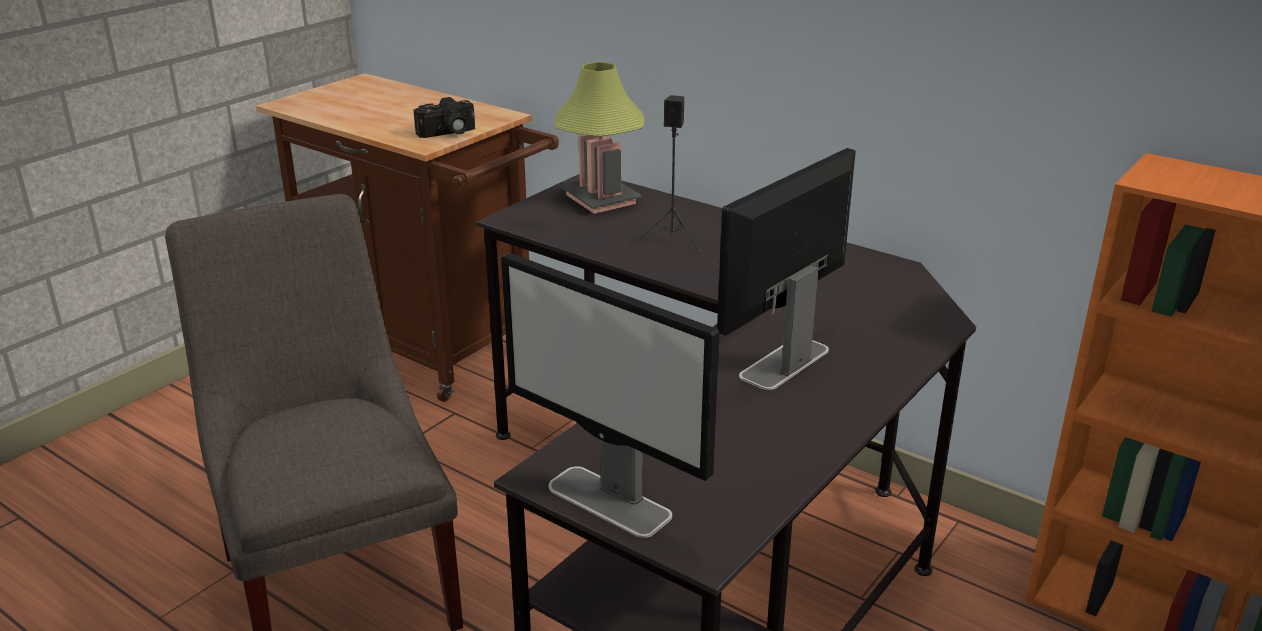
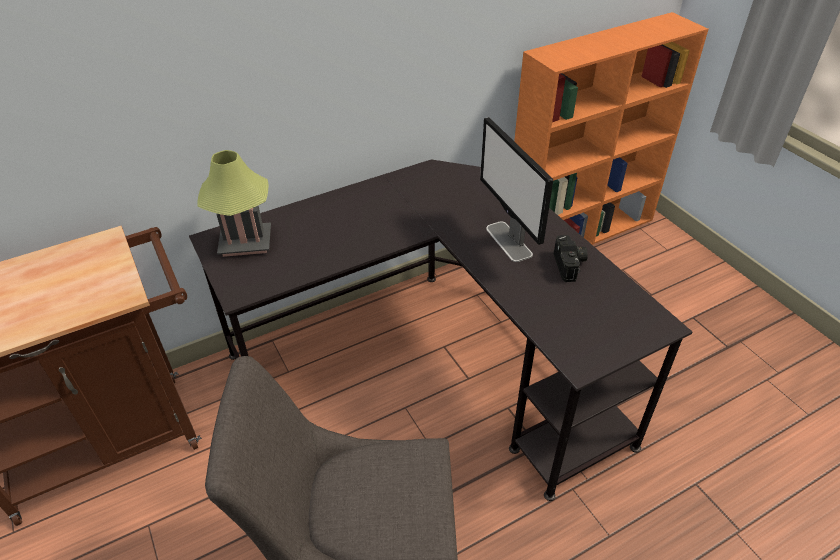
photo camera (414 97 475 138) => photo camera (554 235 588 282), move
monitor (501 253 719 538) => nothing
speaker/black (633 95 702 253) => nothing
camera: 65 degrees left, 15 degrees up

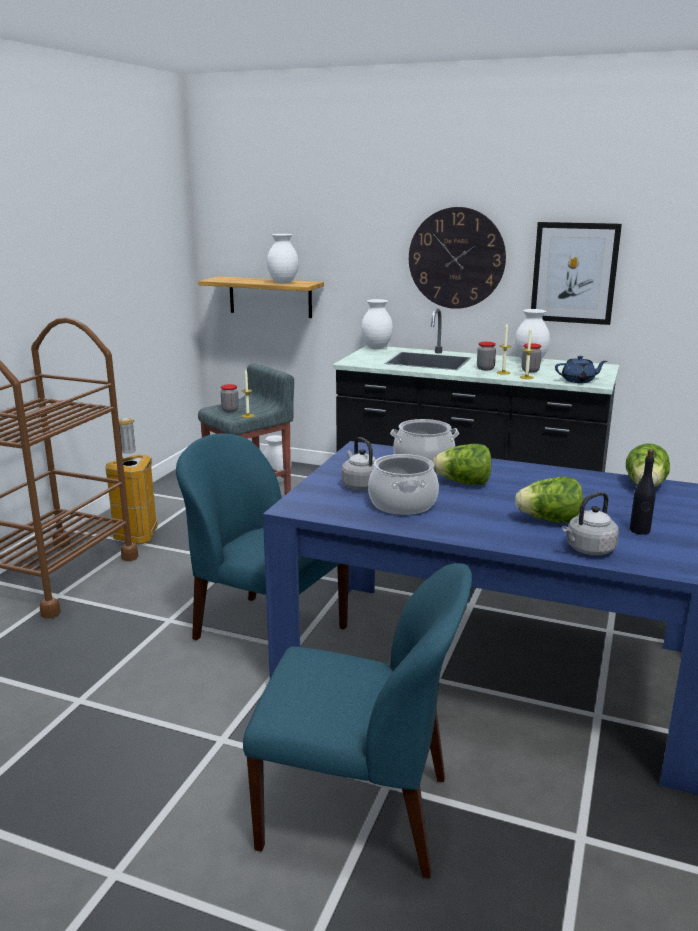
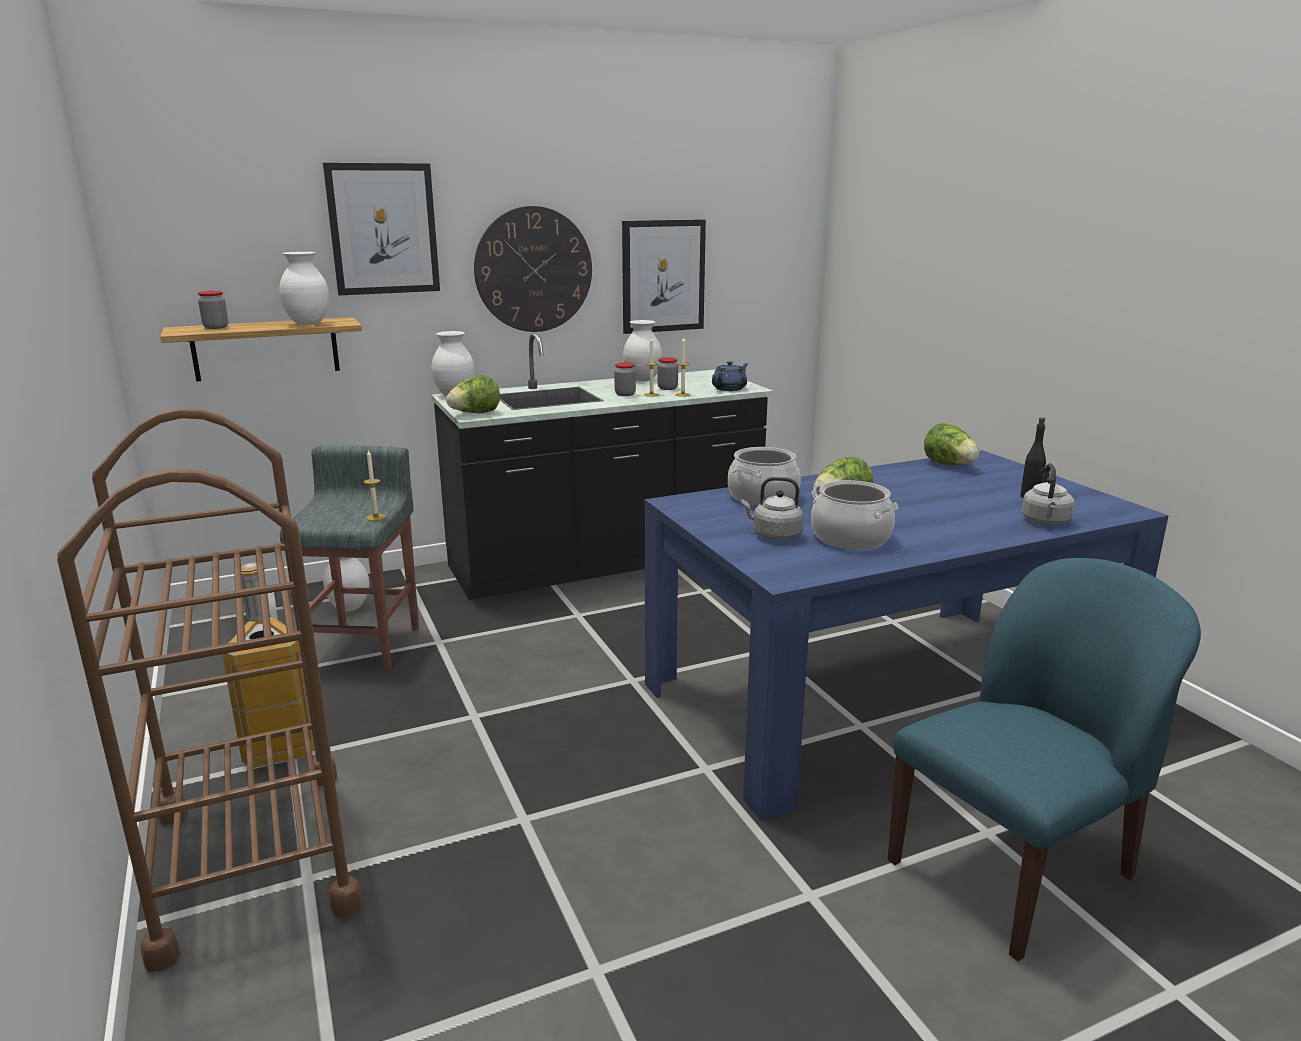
jar (221 384 239 412) => jar (198 291 228 329), move
nothing => picture (323 163 440 296)
lettuce (515 477 583 523) => lettuce (446 375 500 413), move
chair/blue (176 433 349 640) => nothing
camera: 45 degrees left, 0 degrees up

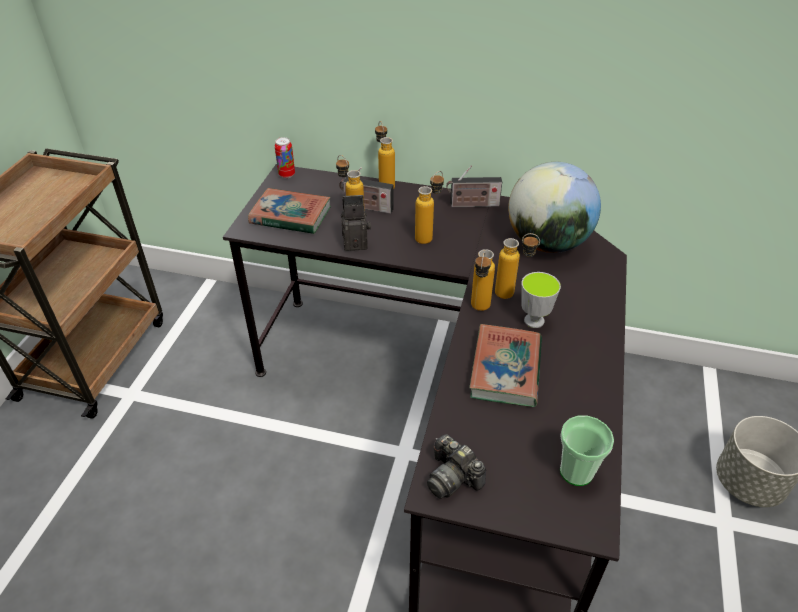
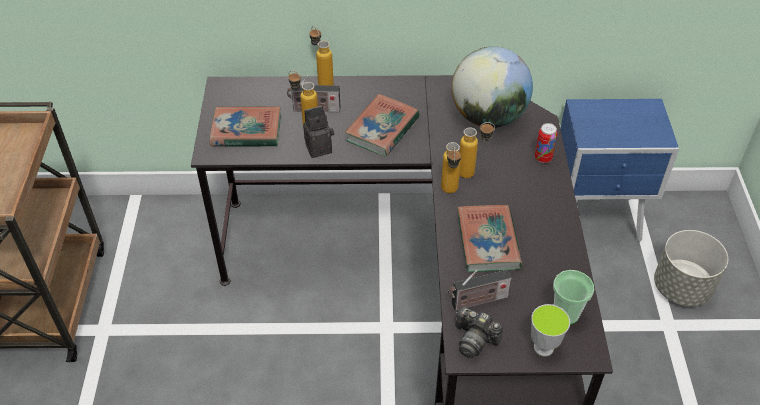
bottle (415 171 444 244) => book (344 94 420 157)
radio (446 166 502 207) => radio (448 270 512 311), move
cup (521 272 561 328) => cup (531 304 570 357), move
can (275 137 295 178) => can (535 123 557 163), move
nothing => nightstand/blue (560 99 679 242)
camera: 15 degrees left, 5 degrees up

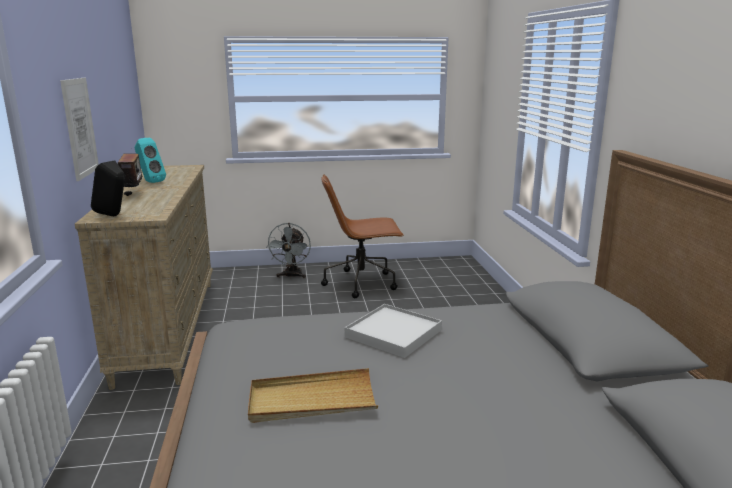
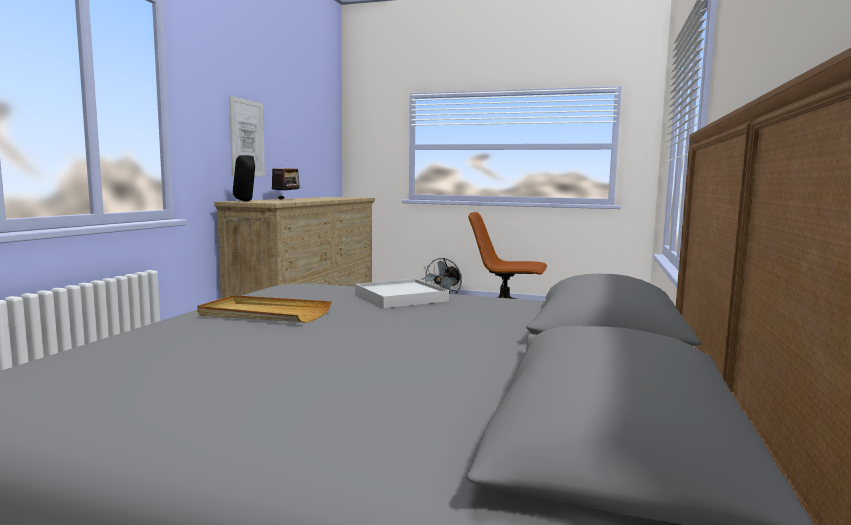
speaker/turquoise (134 138 166 183) => nothing
camera: 25 degrees right, 10 degrees down

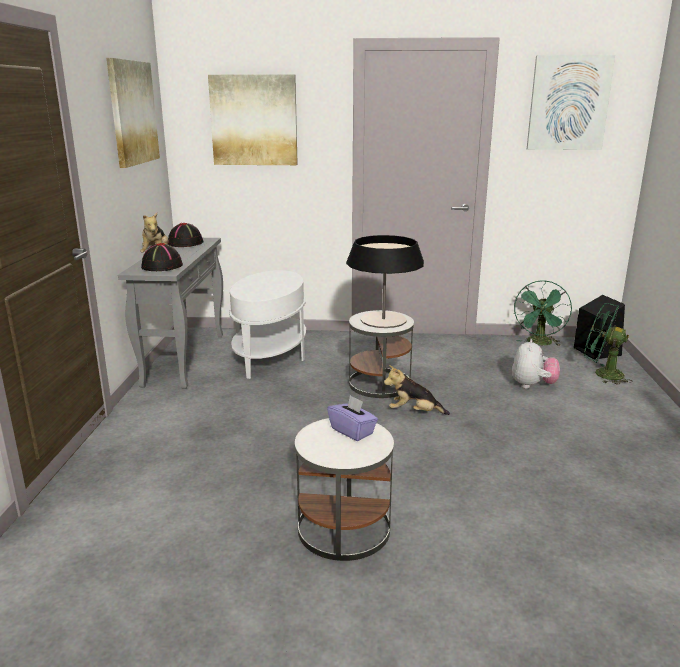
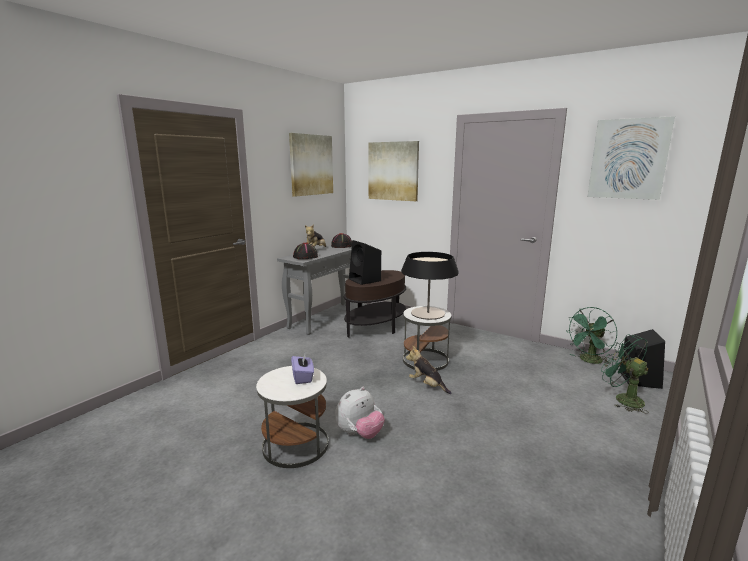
plush toy (512 339 560 389) => plush toy (335 387 385 439), move
side table/white (229 270 306 379) => side table/brown (344 270 406 337)
nothing => speaker/black (349 240 381 285)
camera: 30 degrees right, 5 degrees down

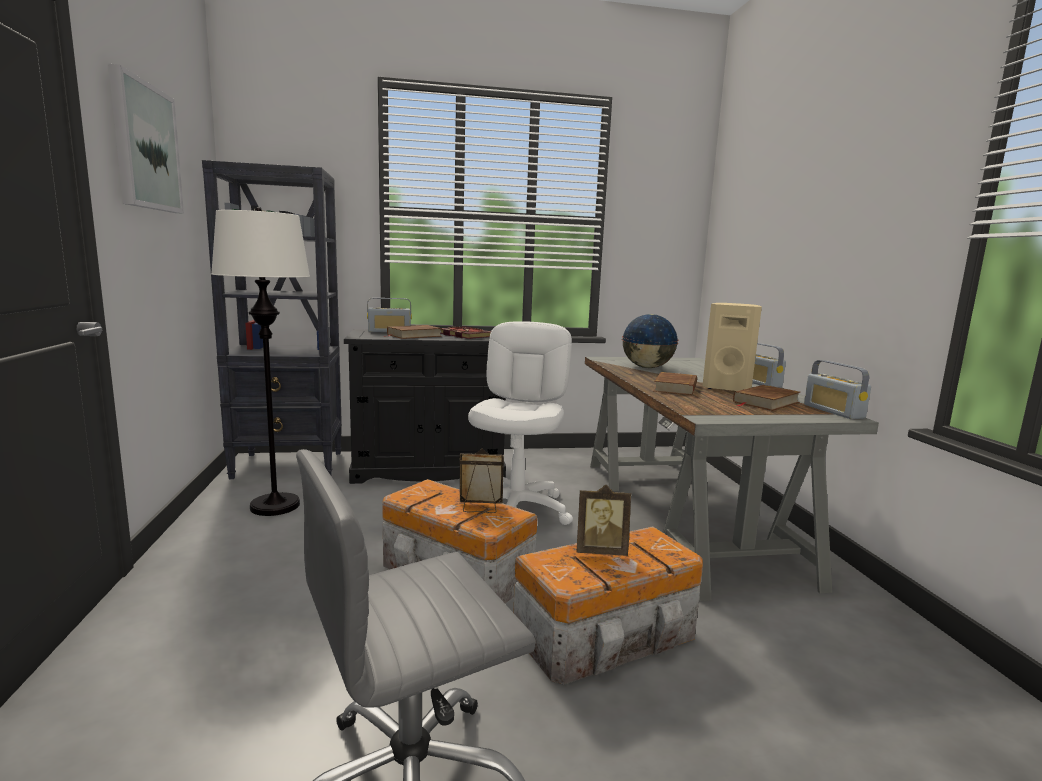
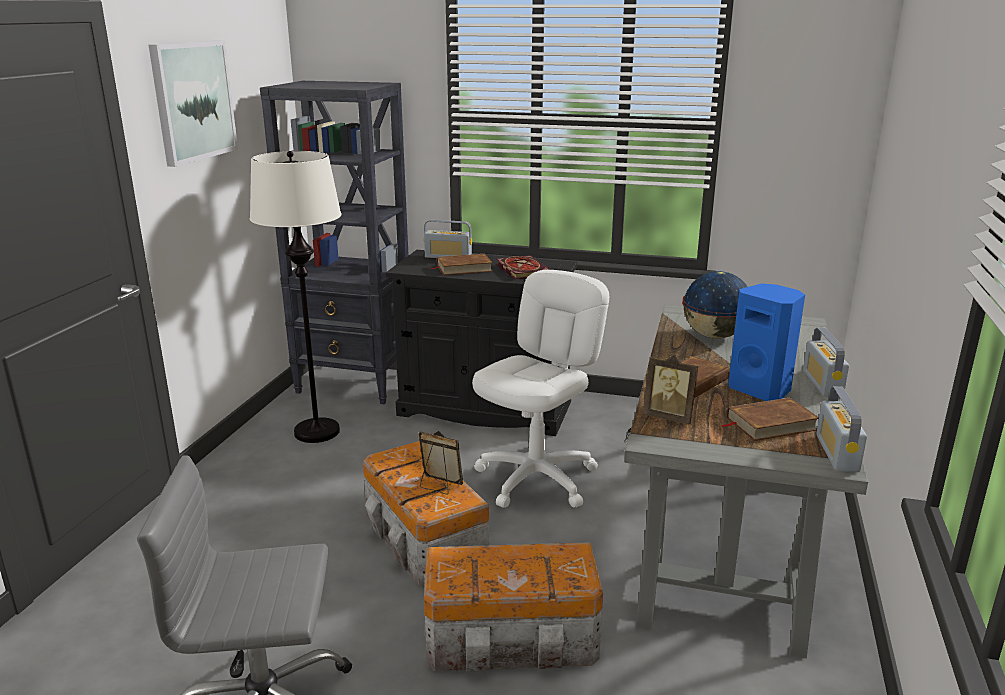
picture frame (577 485 632 556) => picture frame (643 355 698 425), move
speaker/beige (702 303 762 391) => speaker/blue (728 284 805 401)
camera: 25 degrees right, 10 degrees up

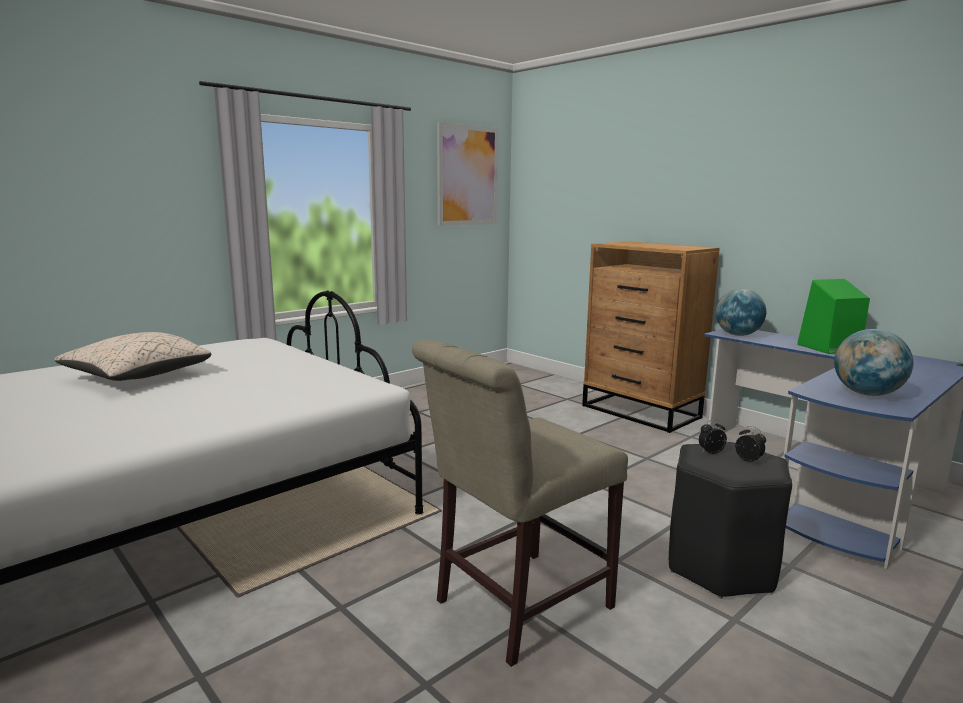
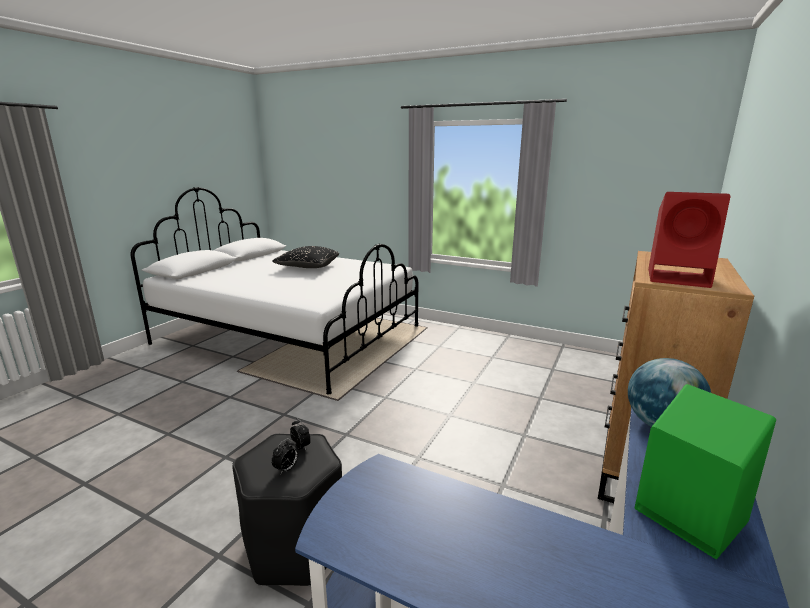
pillow/beige (54 332 211 381) => pillow/black (272 246 339 268)
nothing => speaker/red (648 192 731 288)
chair/beige (412 340 628 667) => nothing
picture (437 122 498 226) => nothing
globe (834 329 913 396) => nothing
camera: 70 degrees right, 5 degrees up

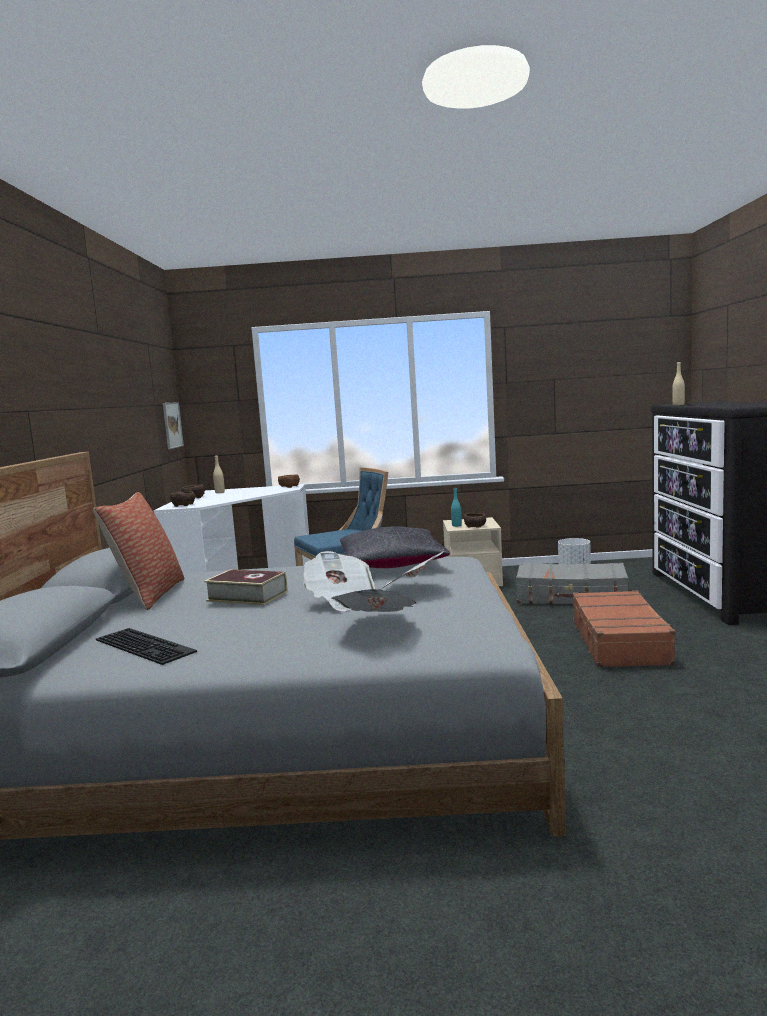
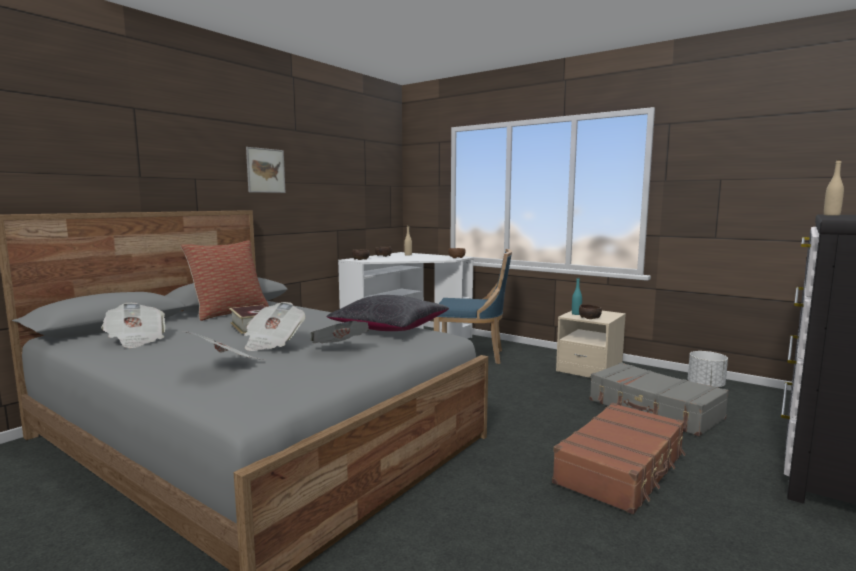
keyboard (96 628 197 665) => newspaper (101 303 165 348)
picture (163 402 184 450) => picture (246 147 286 193), move
camera: 35 degrees right, 0 degrees up

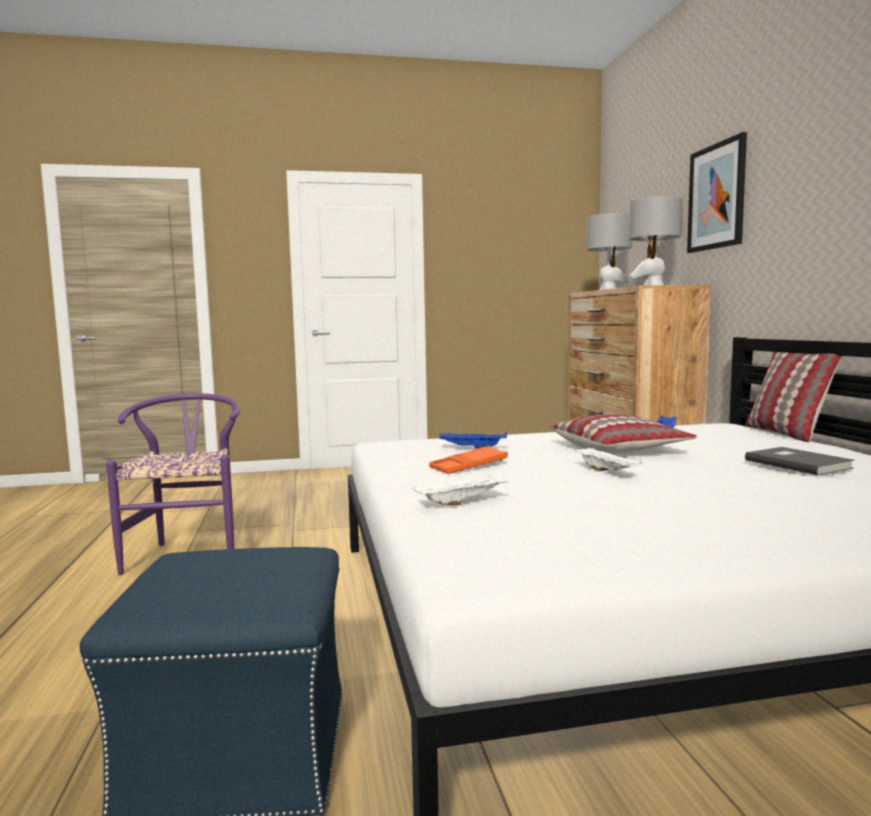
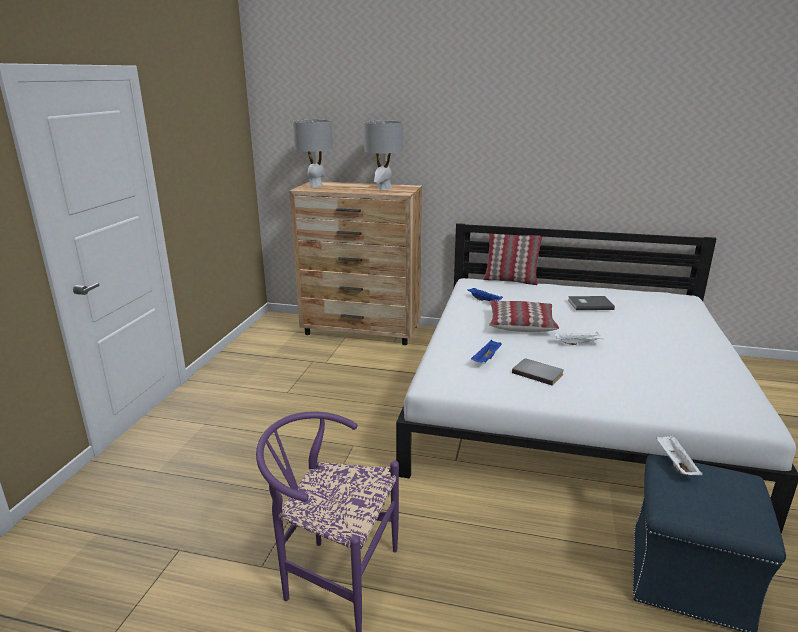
tray/orange (429 446 508 474) => book/grey (512 359 564 386)
tray/white (413 473 509 505) => tray/white (656 435 702 475), move
picture (687 132 747 253) => nothing
camera: 65 degrees left, 15 degrees up

